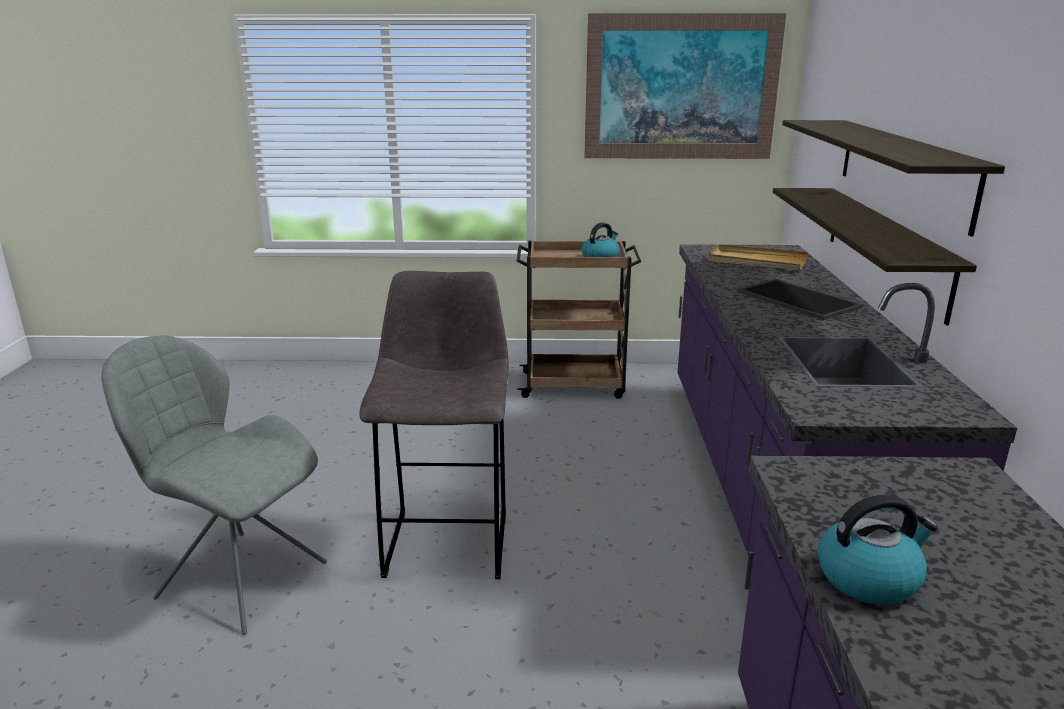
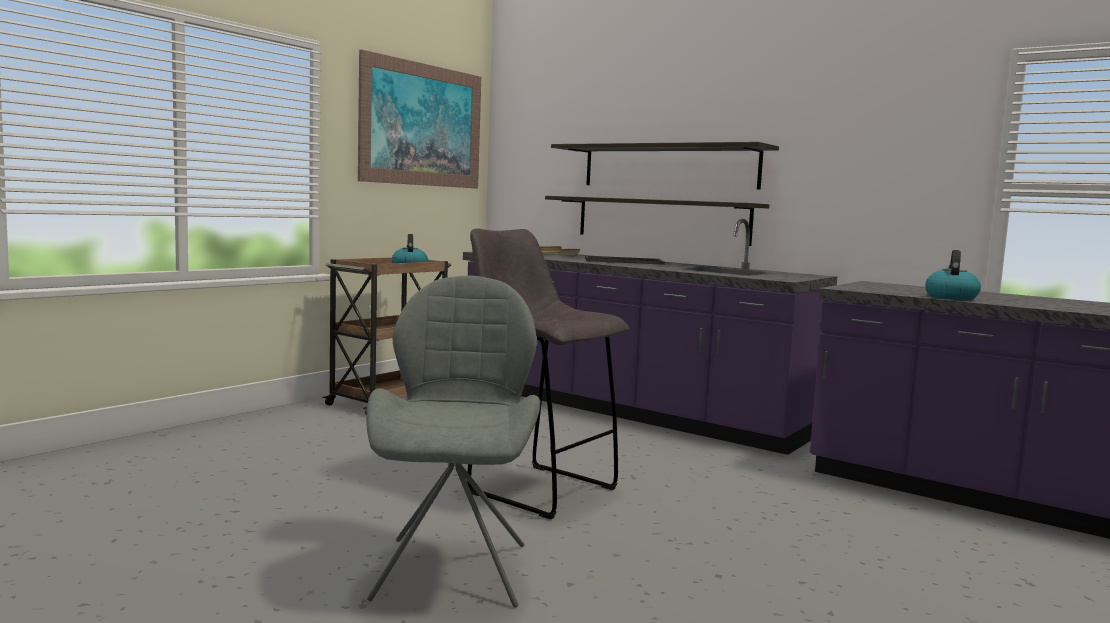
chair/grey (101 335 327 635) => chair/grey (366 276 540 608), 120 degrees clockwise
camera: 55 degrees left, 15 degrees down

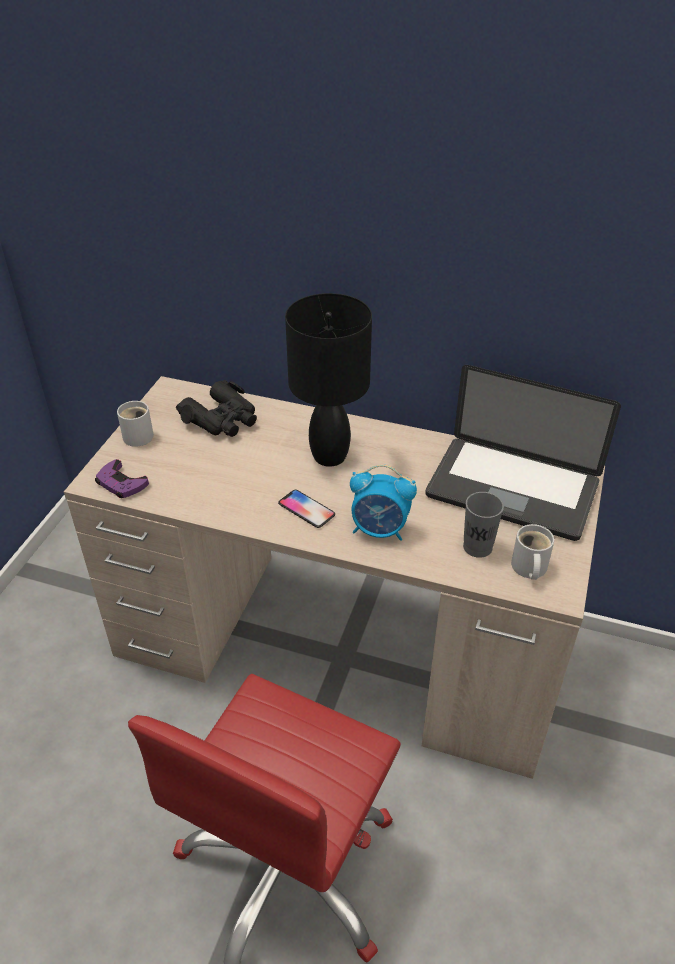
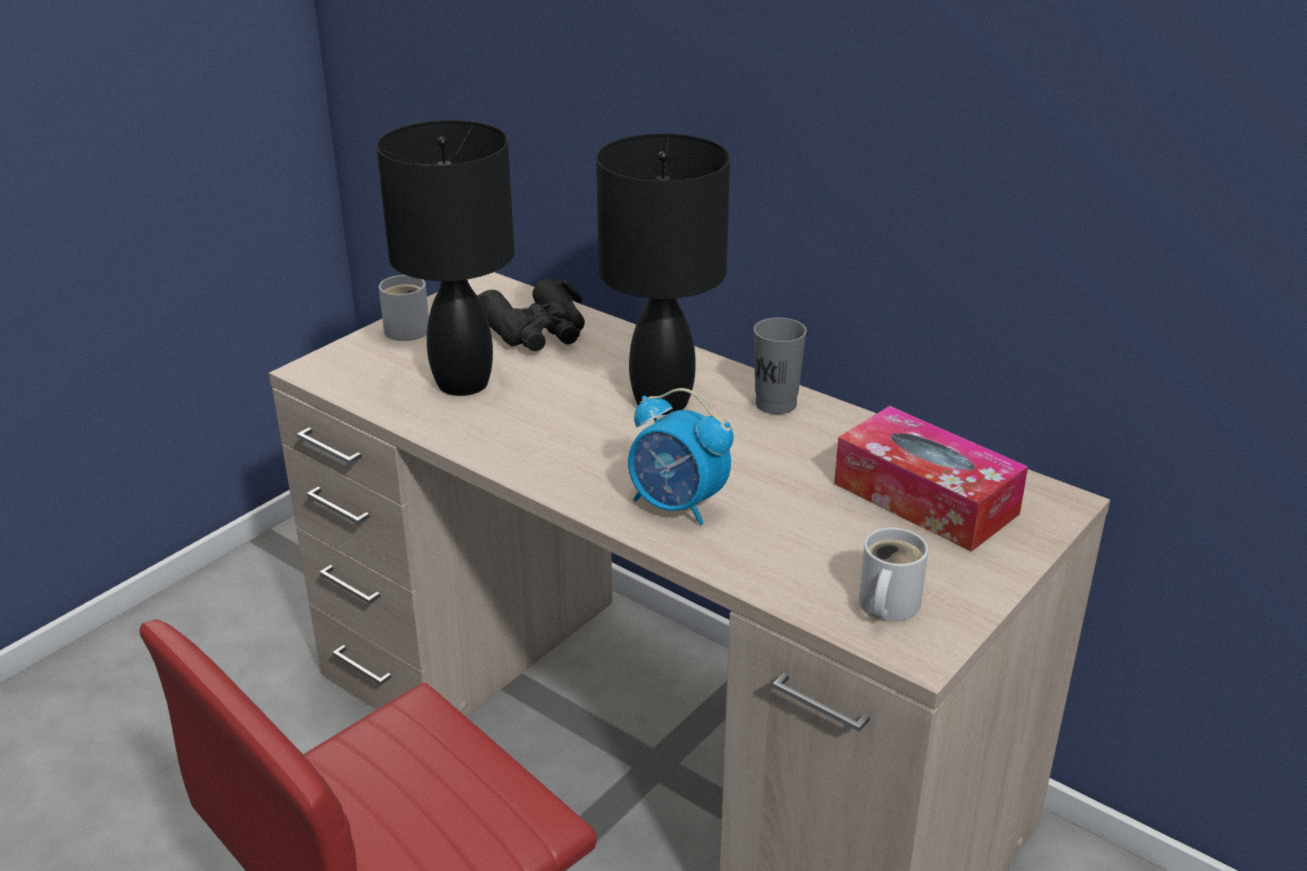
nothing => table lamp/black (376 120 515 396)
cup/grey (463 492 504 558) => cup/grey (754 317 807 414), move
laptop (425 365 621 541) => tissue box (834 406 1028 552)
game controller/purple (95 459 149 498) => nothing
phone (278 490 335 528) => nothing
camera: 20 degrees right, 10 degrees down

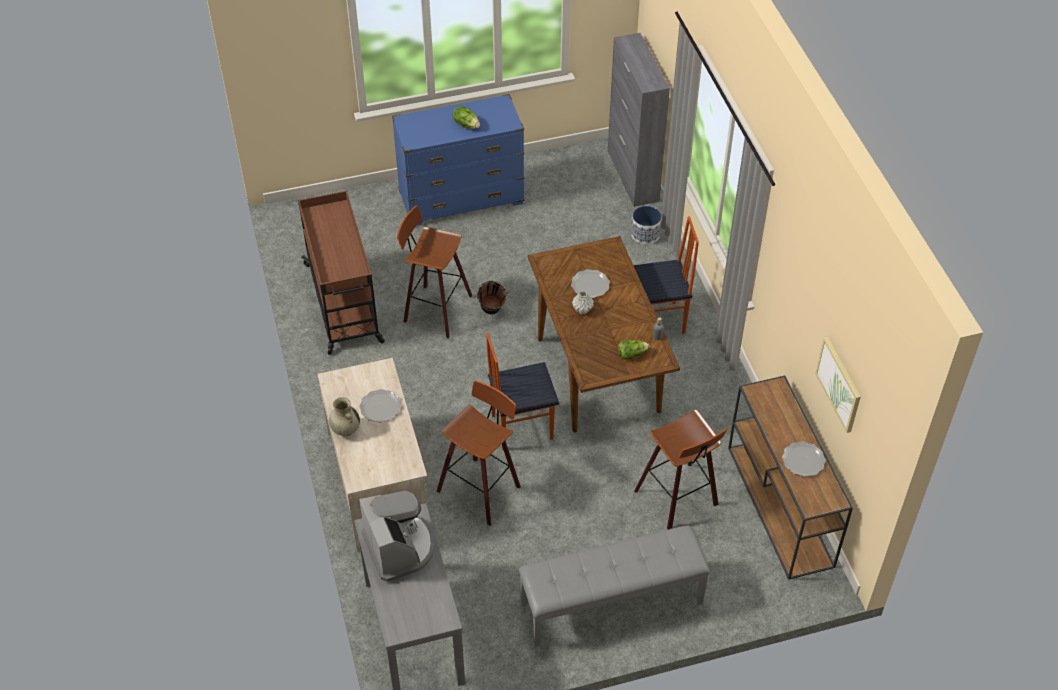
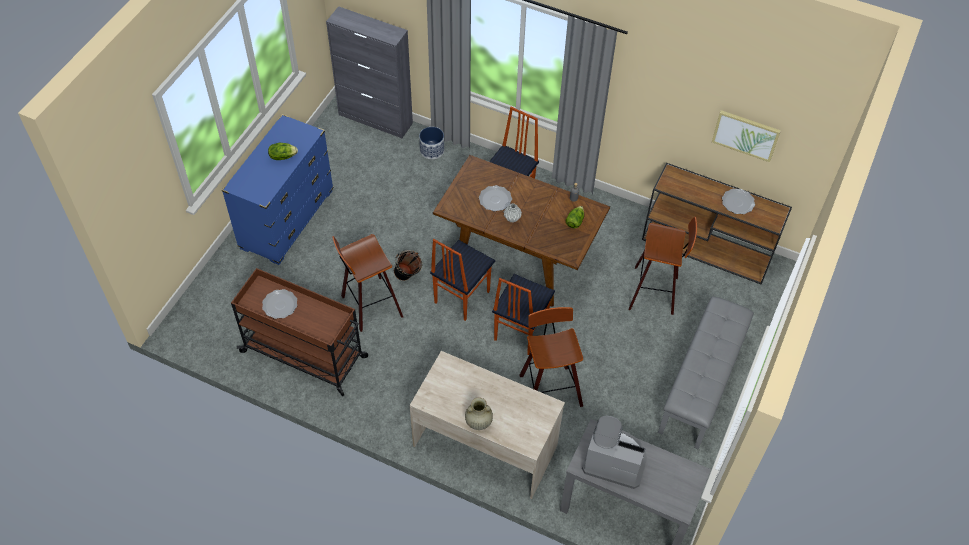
plate (359 389 401 423) => plate (262 289 297 319), move
nothing => chair (430 239 495 321)
camera: 50 degrees left, 5 degrees up

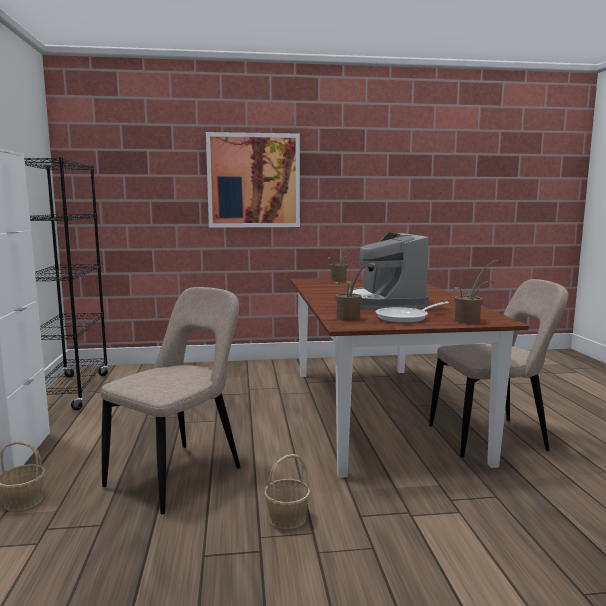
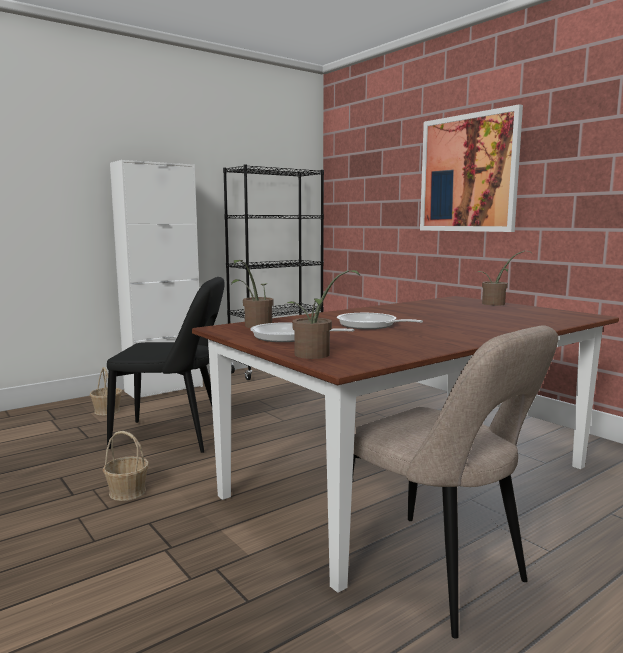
chair/beige (101 287 241 515) => chair/black (107 277 225 453)
coffee machine (346 232 429 310) => frying pan (337 313 423 329)
camera: 60 degrees right, 0 degrees up

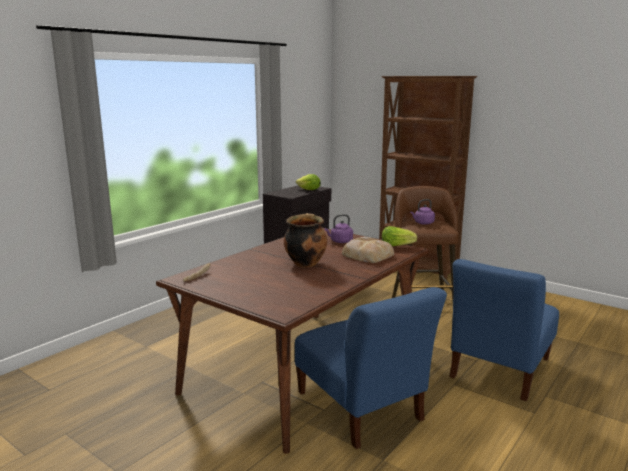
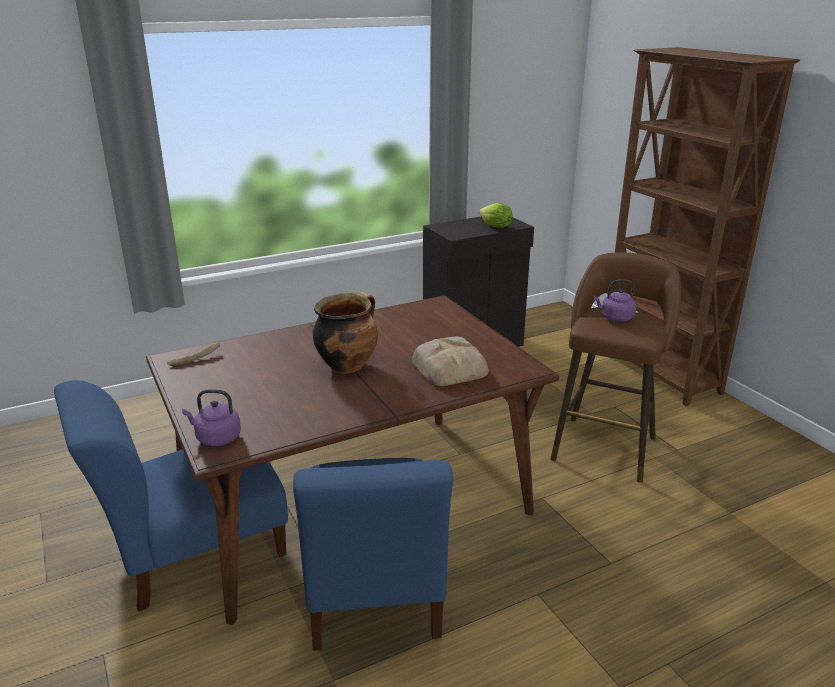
chair/blue (450 259 559 401) => chair/blue (54 380 288 612), move
kettle/purple (324 214 353 243) => kettle/purple (182 389 241 446), move
lettuce (382 226 417 246) => nothing
camera: 25 degrees right, 10 degrees up

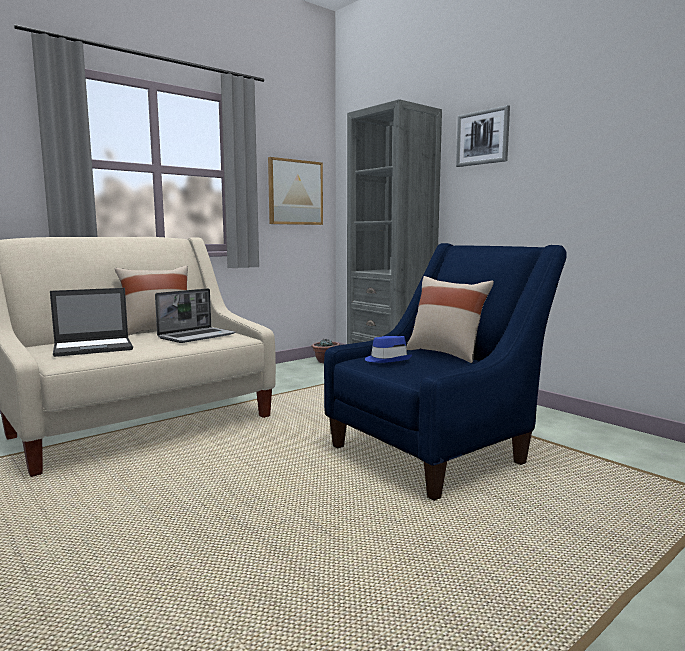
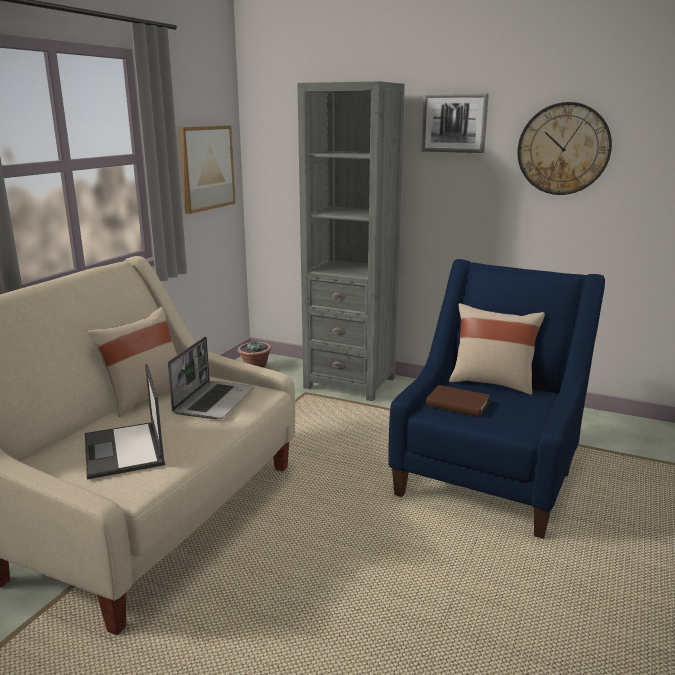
laptop (50 288 133 357) => laptop (85 363 165 480), 120 degrees clockwise
hat/blue (365 336 412 363) => book/brown (426 385 490 417)
nothing => wall clock (517 102 612 195)
camera: 25 degrees left, 10 degrees up

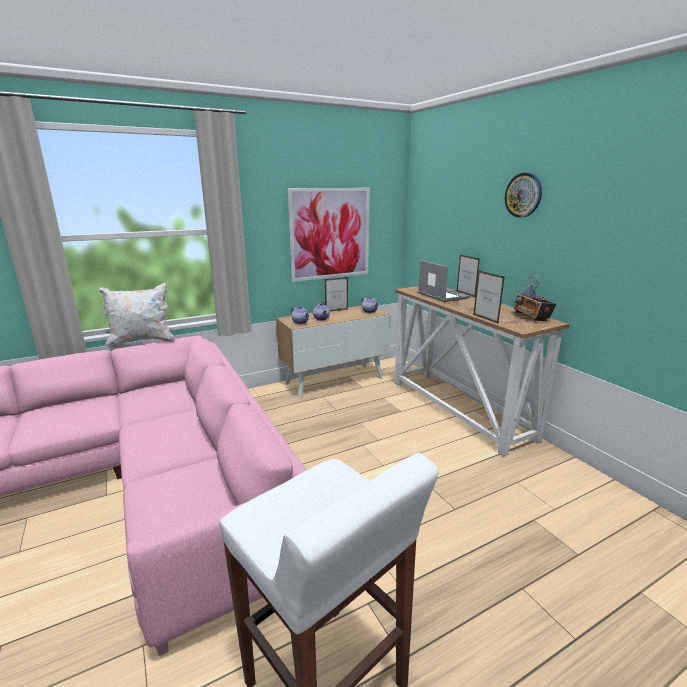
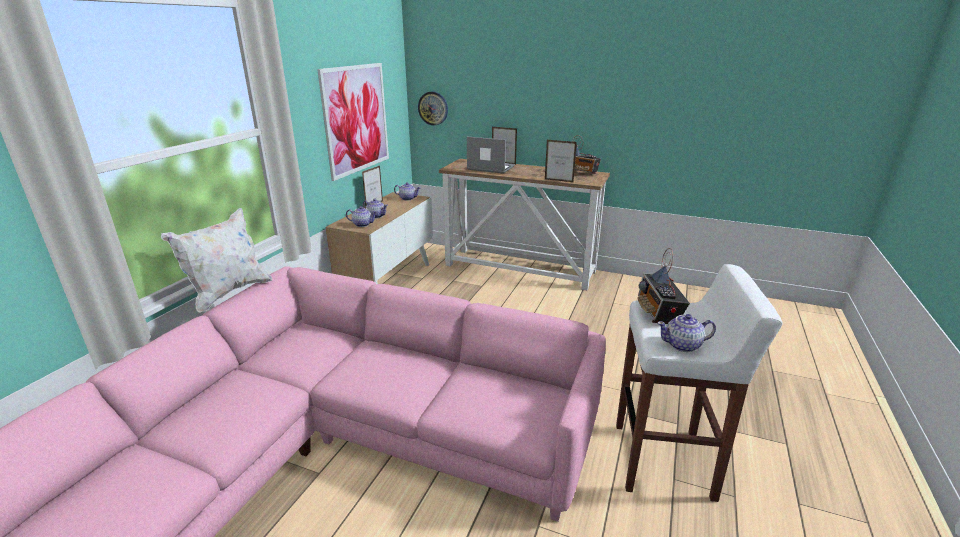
wall clock (505 173 542 218) => wall clock (418 91 448 126), move
nothing => radio (637 248 690 324)
nothing => teapot (657 314 716 352)
camera: 40 degrees left, 5 degrees up

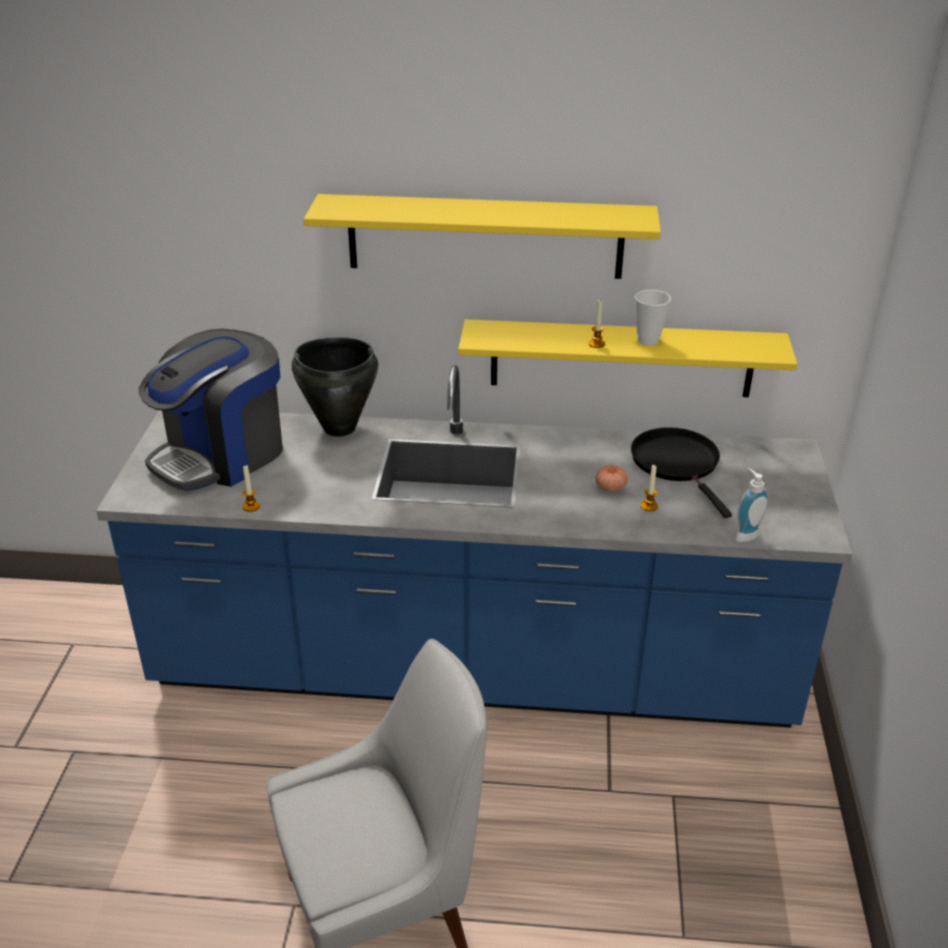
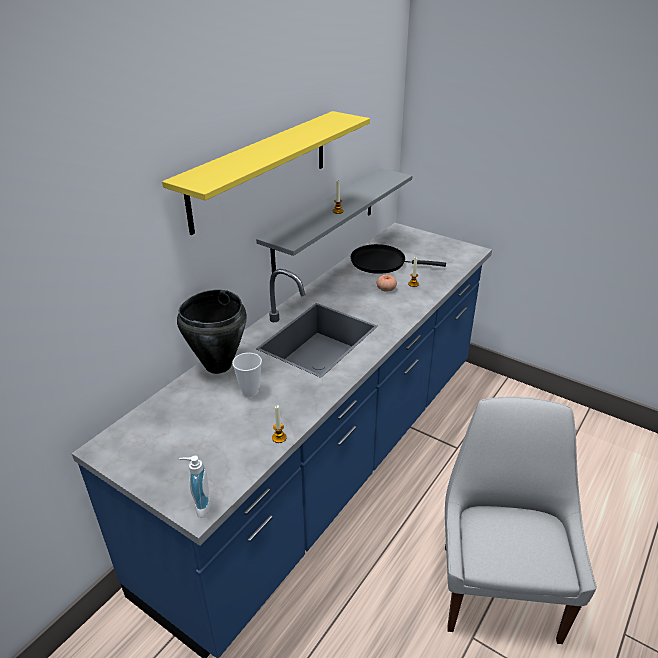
soap dispenser (735 468 769 542) => soap dispenser (179 456 211 518), move
cup (635 290 671 345) => cup (232 353 262 397), move
shelf/yellow (458 319 798 397) => shelf/grey (256 168 412 273)
coffee machine (139 329 283 491) => nothing
camera: 60 degrees left, 0 degrees up

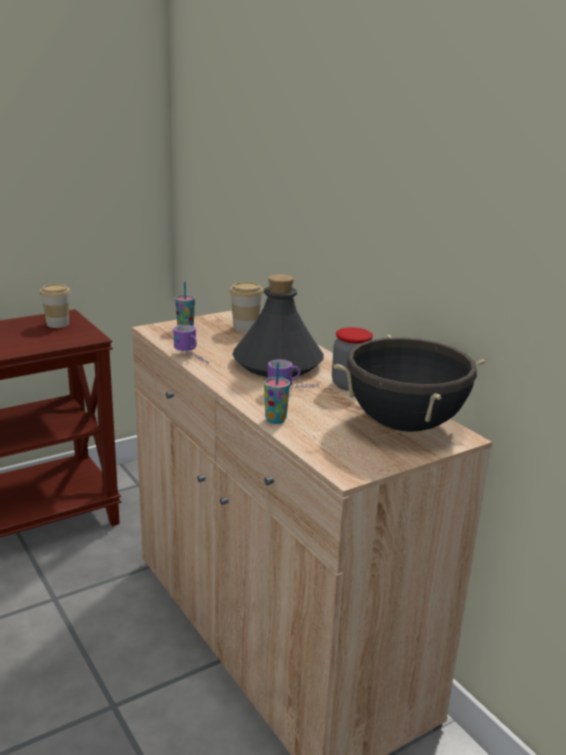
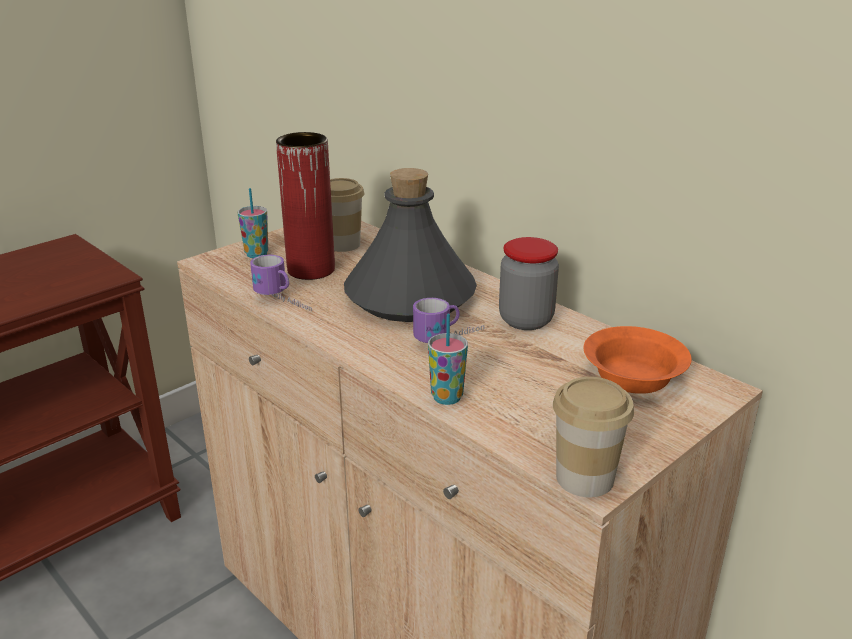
nothing => vase/red (276 132 335 280)
cup (40 284 70 328) => cup (553 377 634 497), move
cooking pot/black (333 334 487 432) => bowl/orange (583 326 692 394)
camera: 10 degrees left, 5 degrees up

